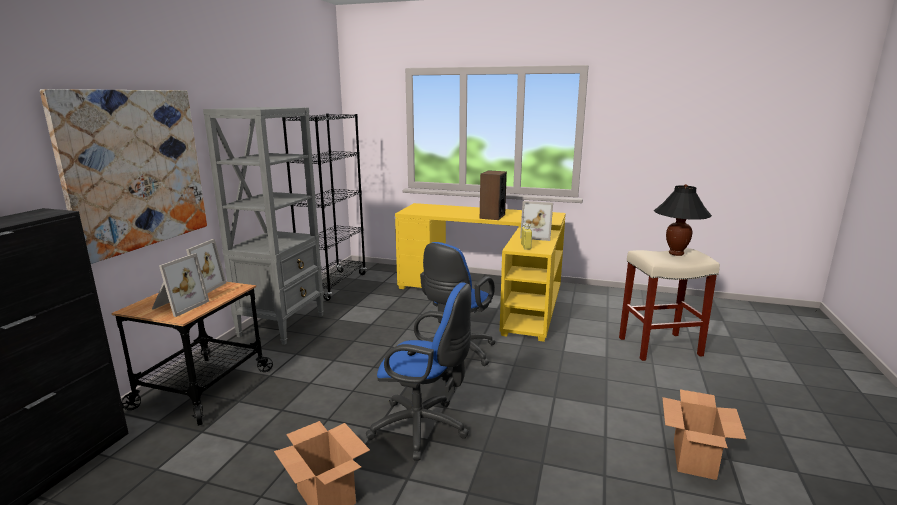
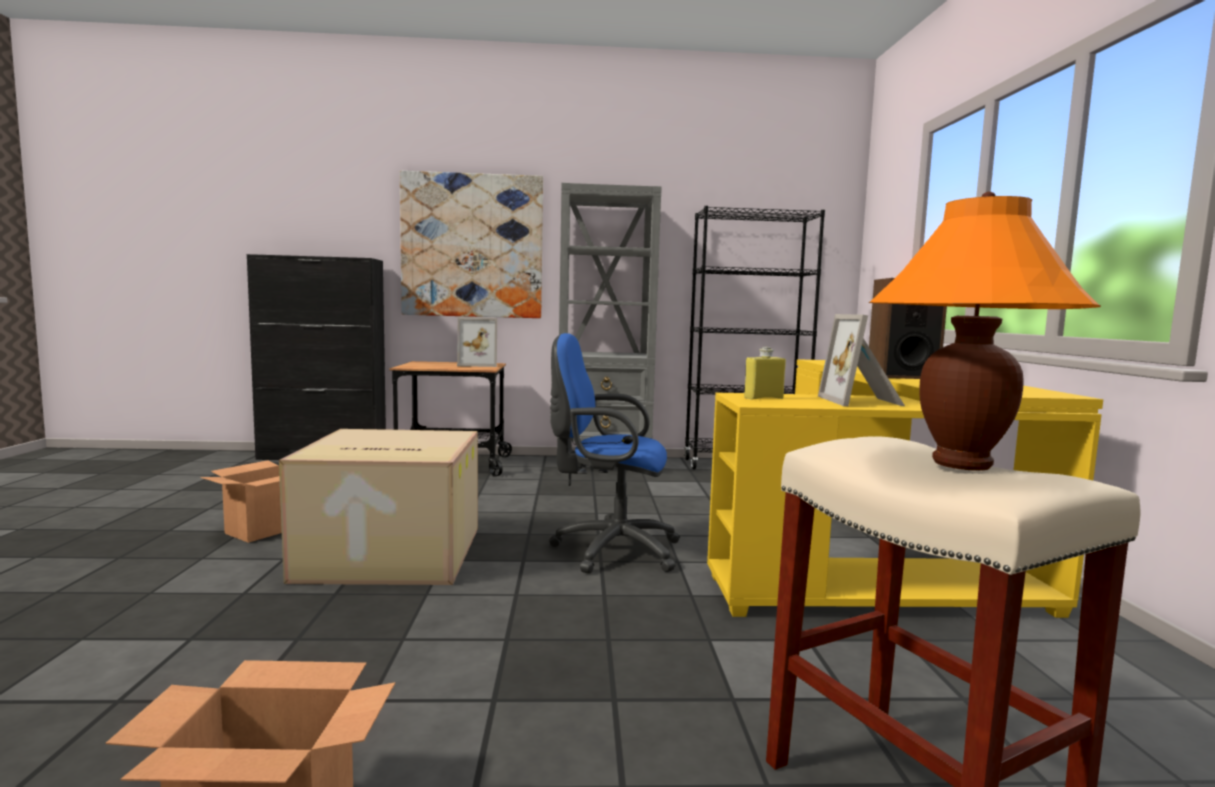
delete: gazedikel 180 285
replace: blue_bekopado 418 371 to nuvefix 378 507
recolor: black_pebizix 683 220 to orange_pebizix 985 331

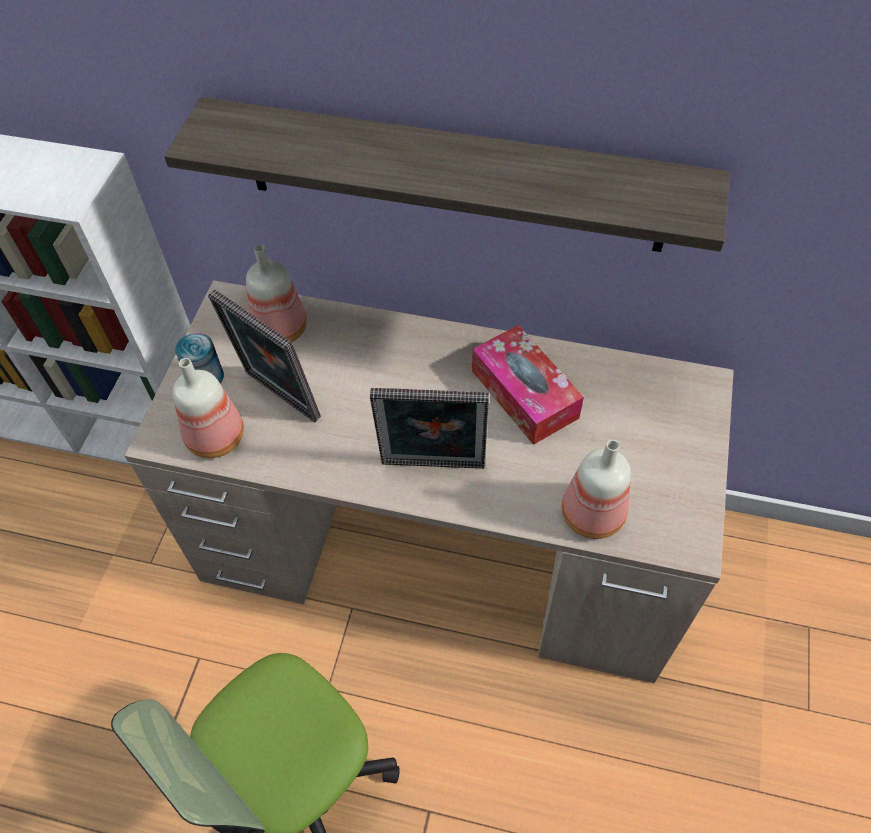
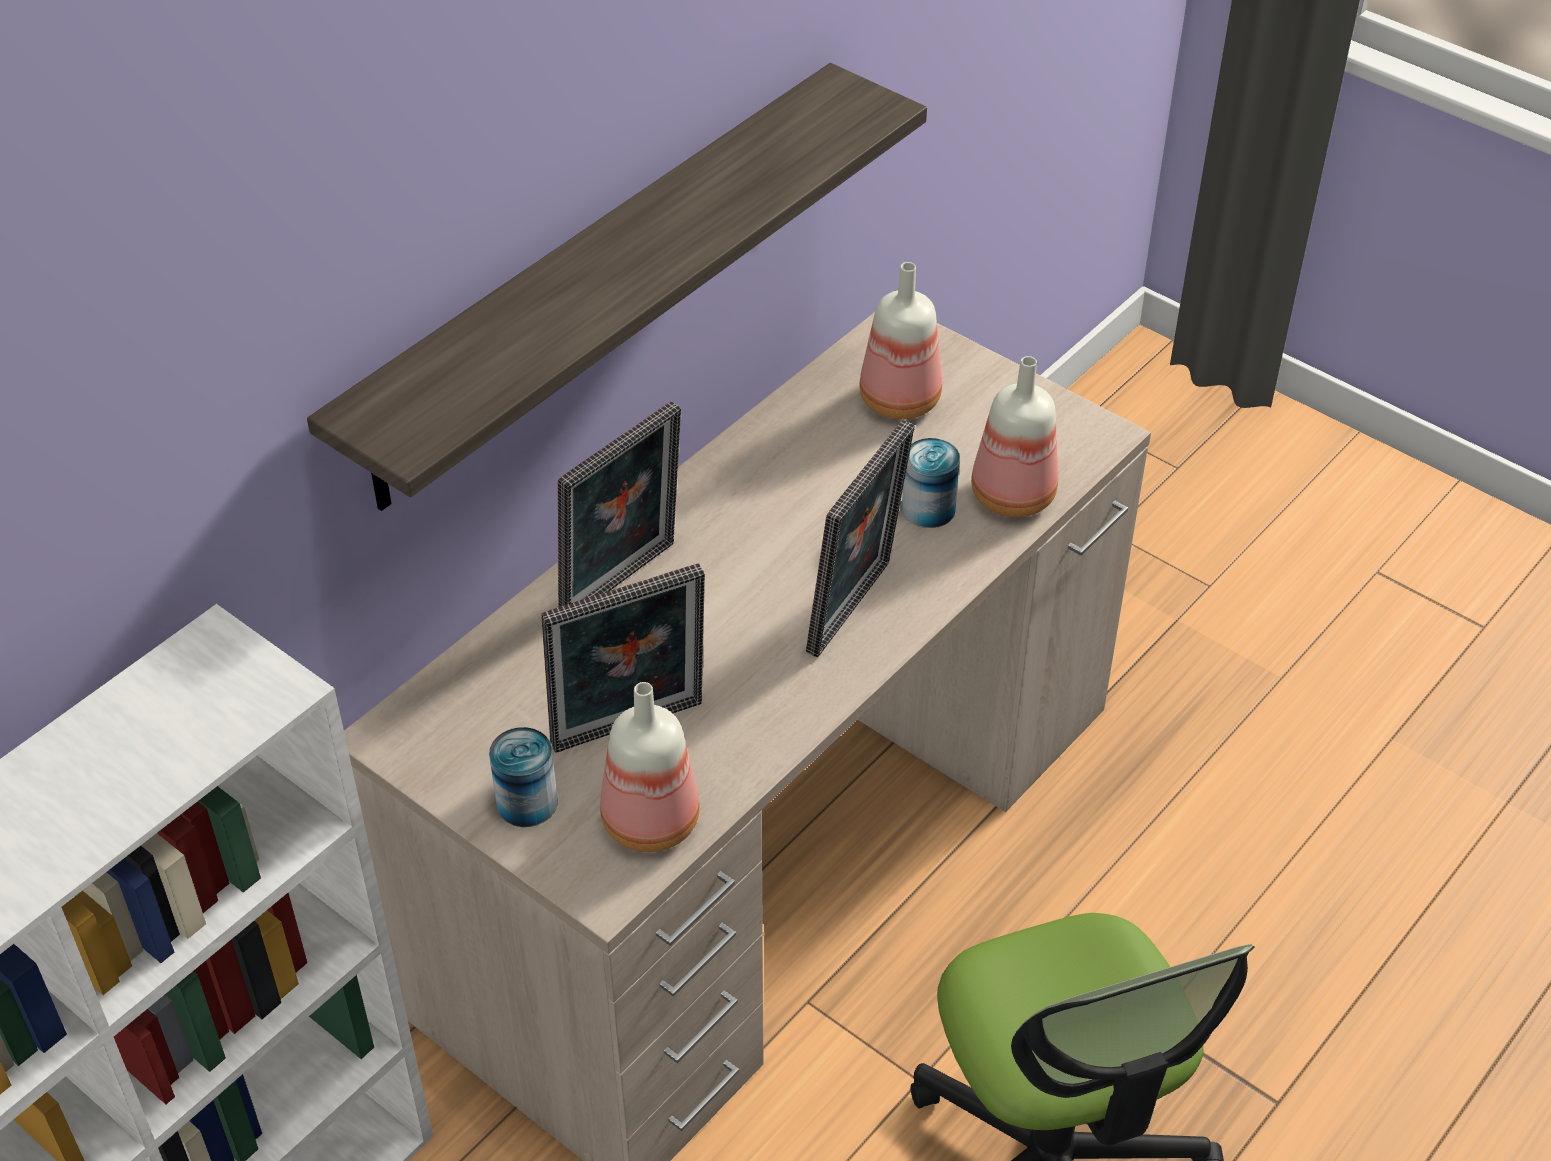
delete: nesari 528 385
insert: gazedikel 619 504; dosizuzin 931 483
move: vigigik 276 293 to 901 340

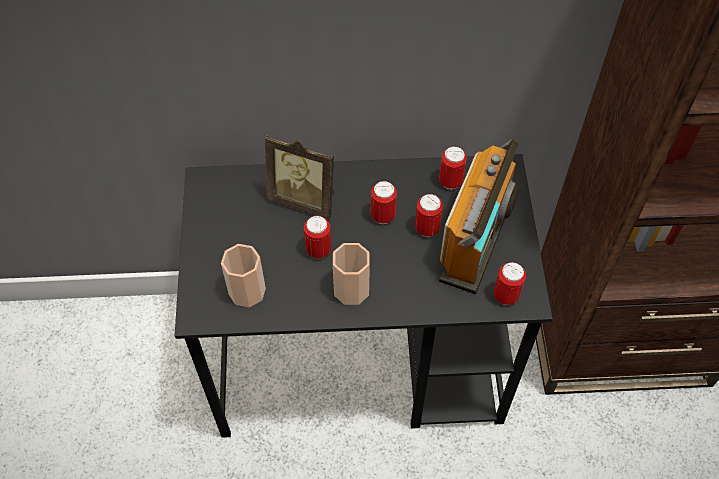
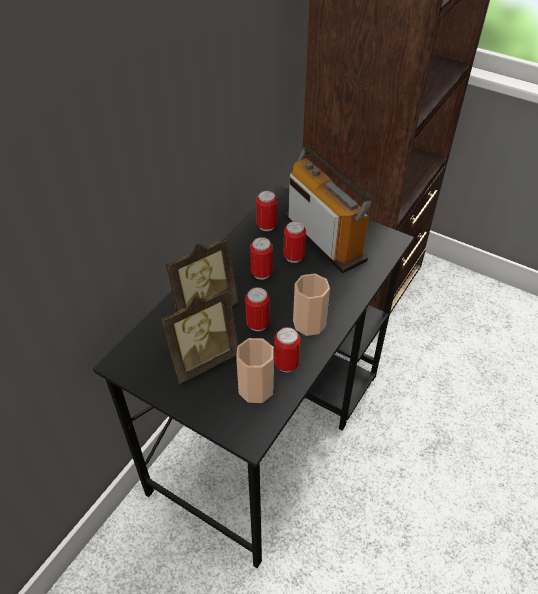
insert: gazedikel 199 335
move: dosizuzin 510 283 to 287 349

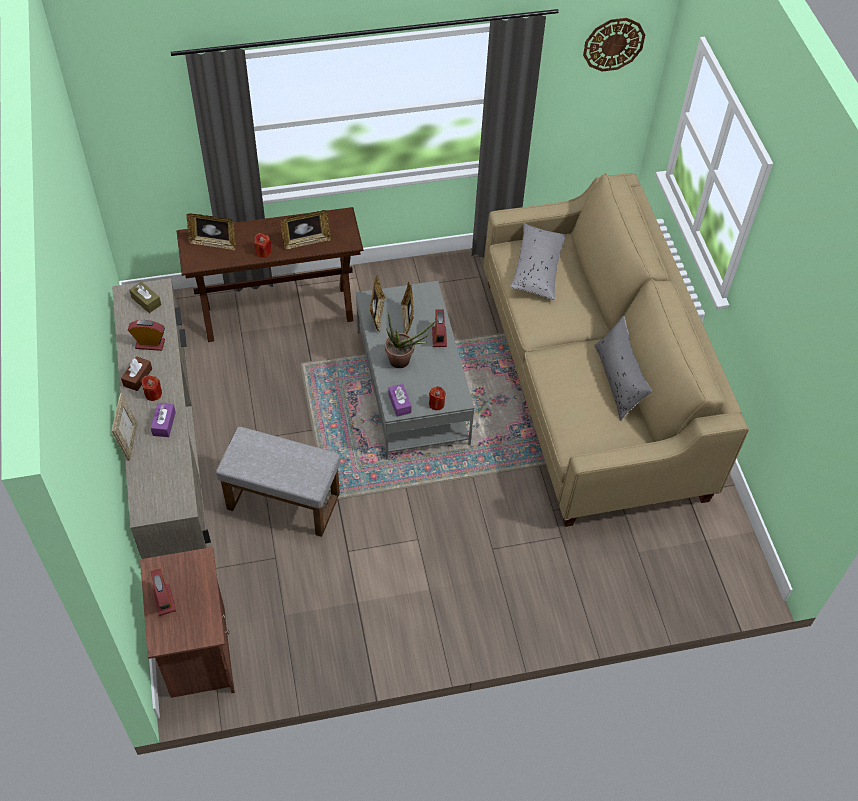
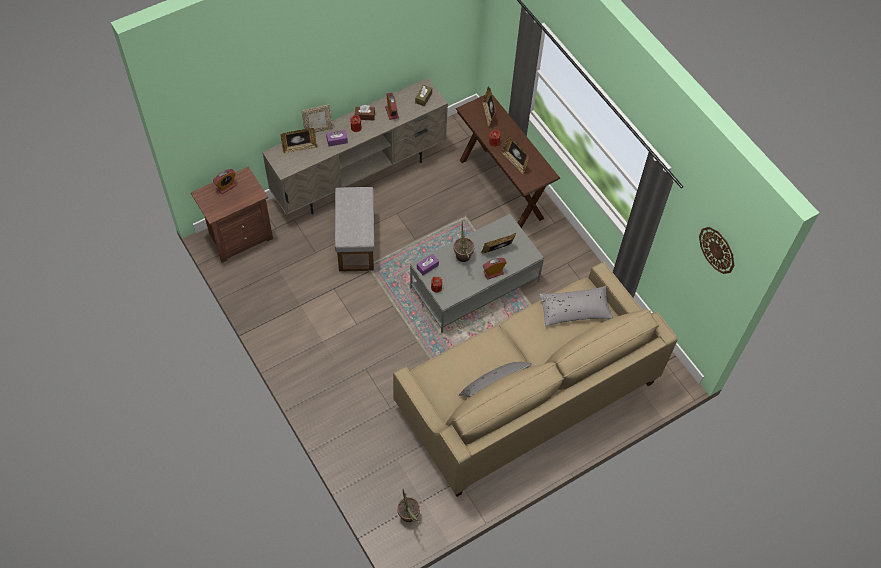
insert: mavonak 408 506
move: gazedikel 378 303 to 299 141

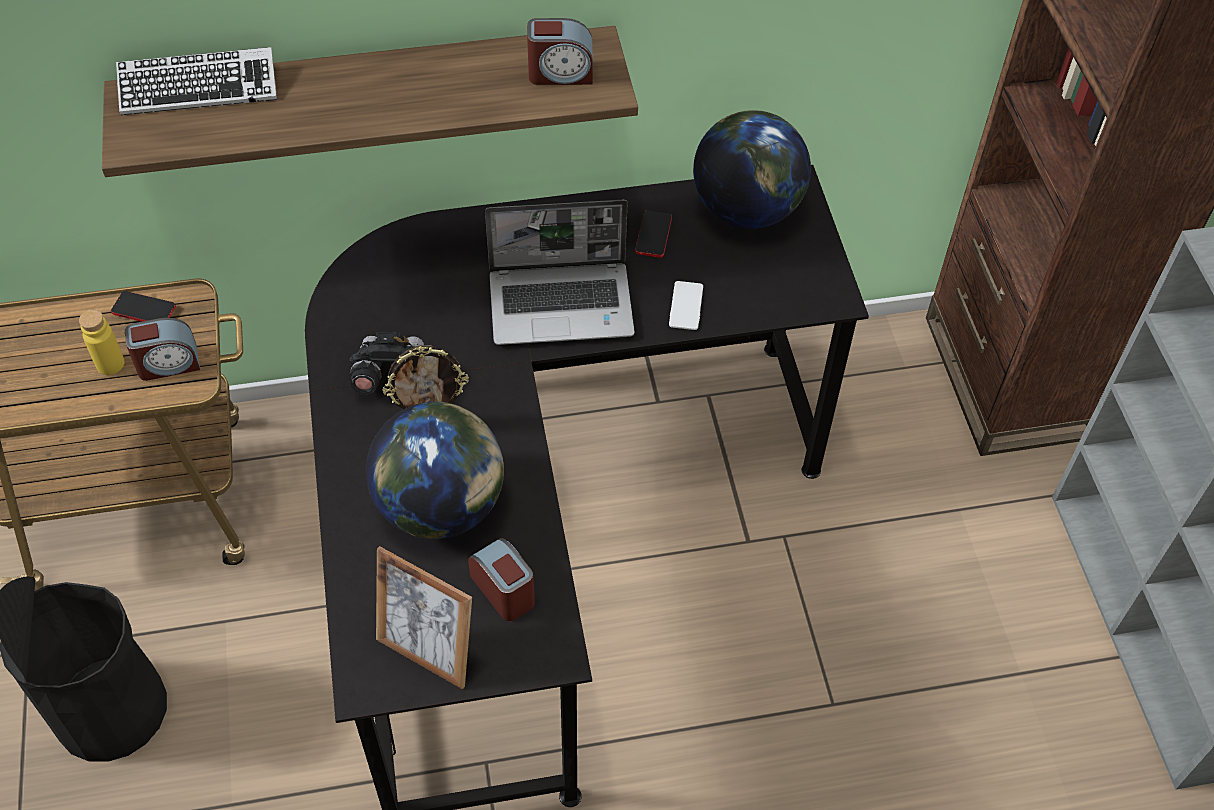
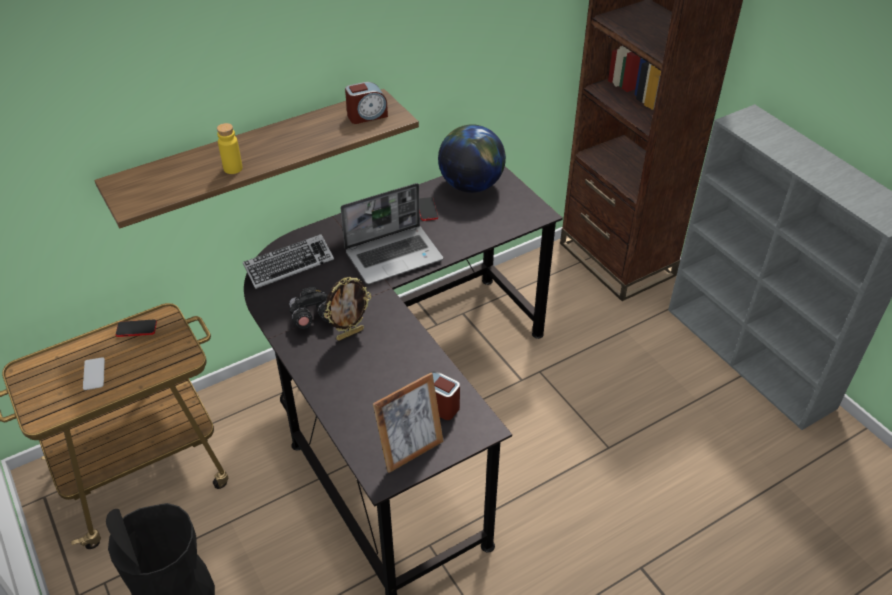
delete: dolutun 162 349; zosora 435 470
move: yellow_vigigik 101 342 to 230 148; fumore 196 81 to 288 261; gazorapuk 686 305 to 94 373
rotate: gazedikel 424 617 = 408 423 45 degrees counterclockwise

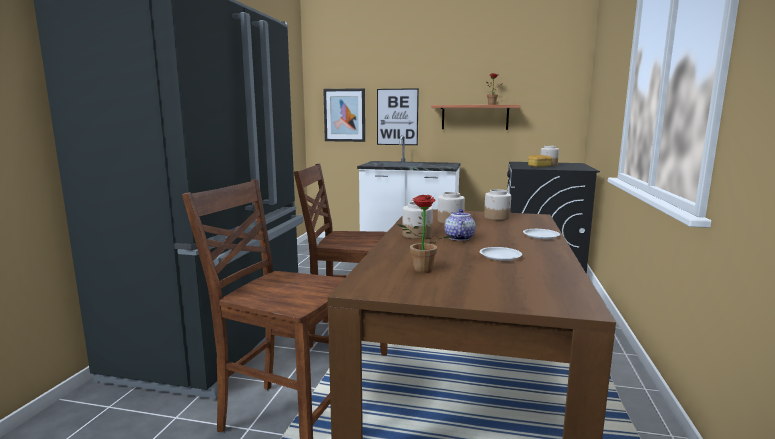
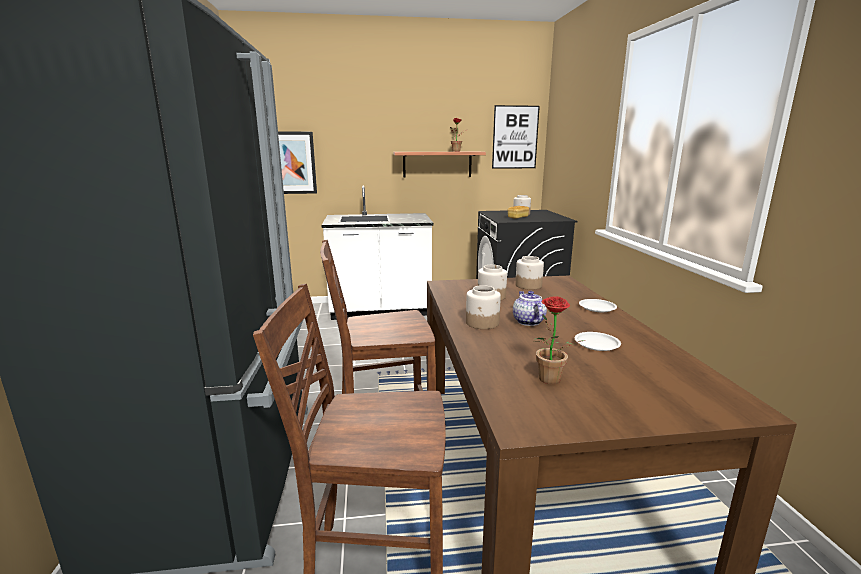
move: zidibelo 398 116 to 516 137

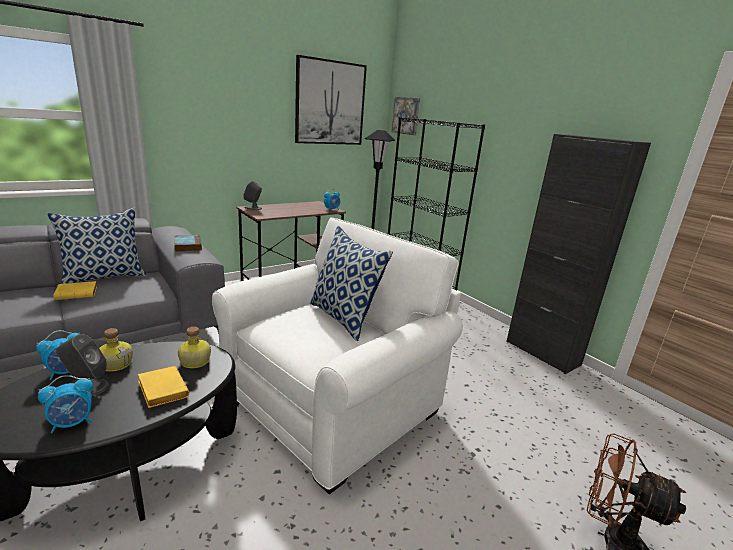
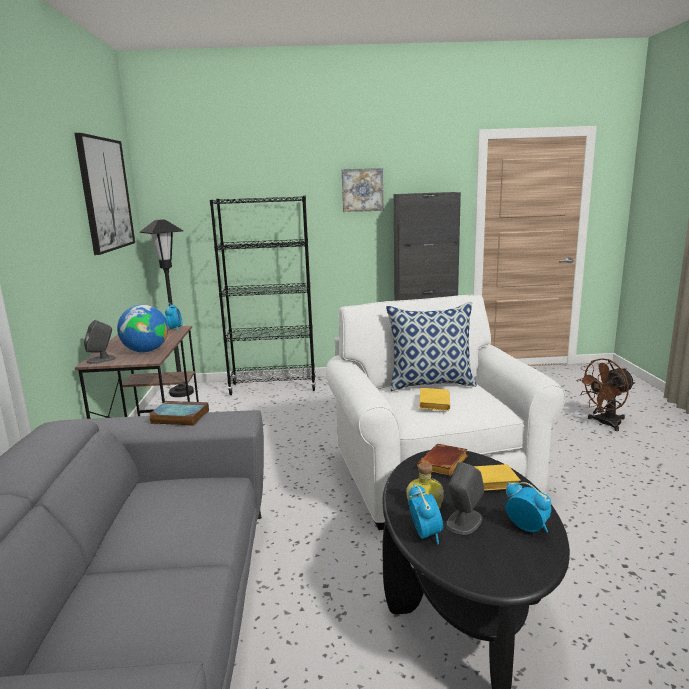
delete: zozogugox 97 246
insert: zosora 142 329
move: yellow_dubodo 75 290 to 434 399; zidibelo 406 116 to 362 190
replace: vigigik 194 347 to brown_dubodo 442 460
rotate: dolutun 65 404 = 528 507 45 degrees counterclockwise

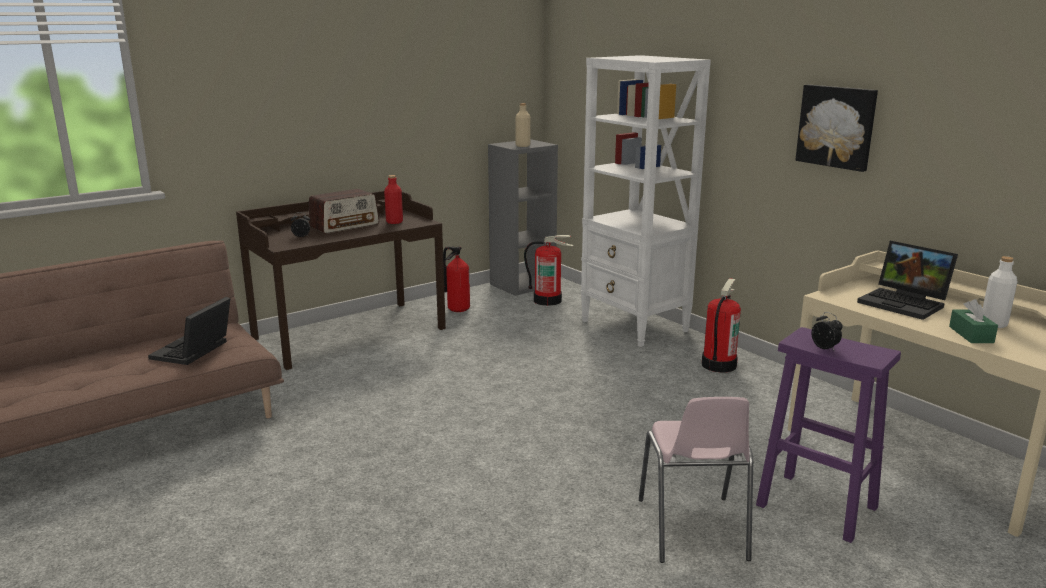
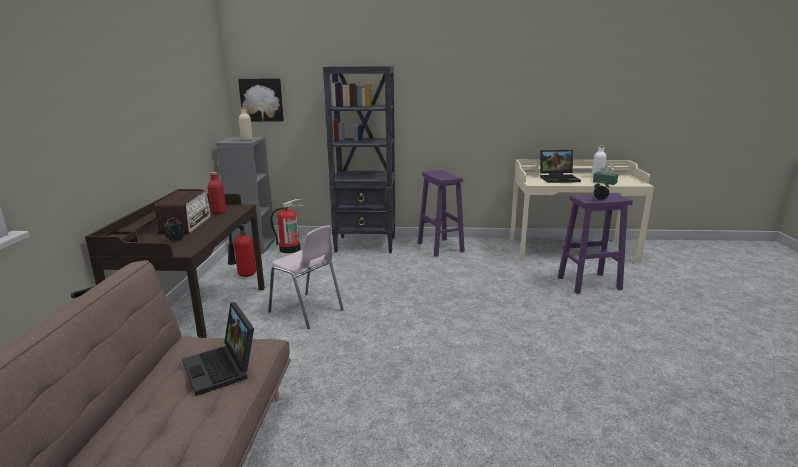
move: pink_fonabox 696 480 to 306 277; zidibelo 836 128 to 261 99
replace: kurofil 721 325 to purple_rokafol 441 213
recolor: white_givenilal 645 201 to black_givenilal 359 159

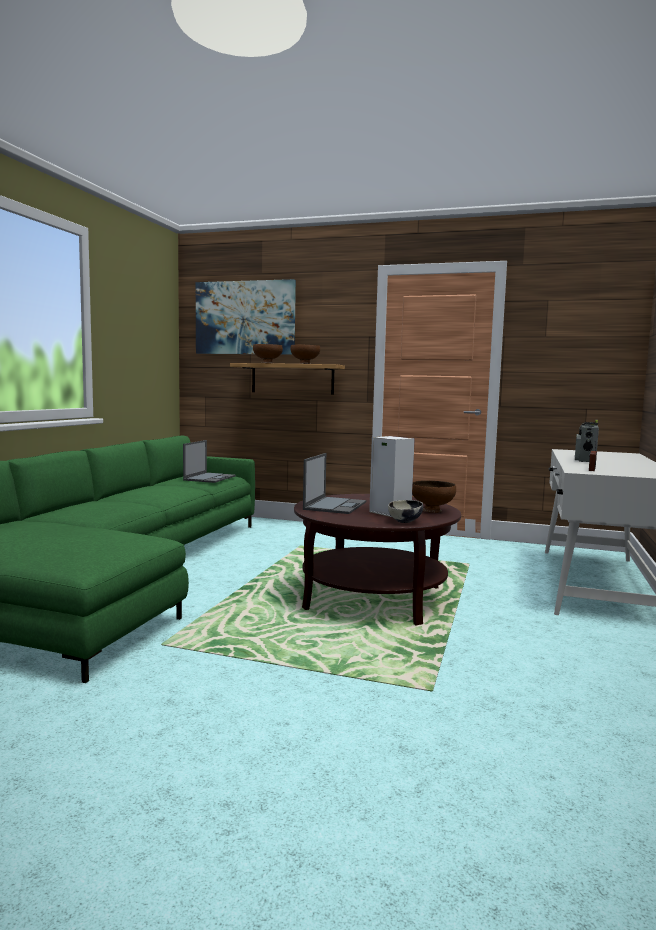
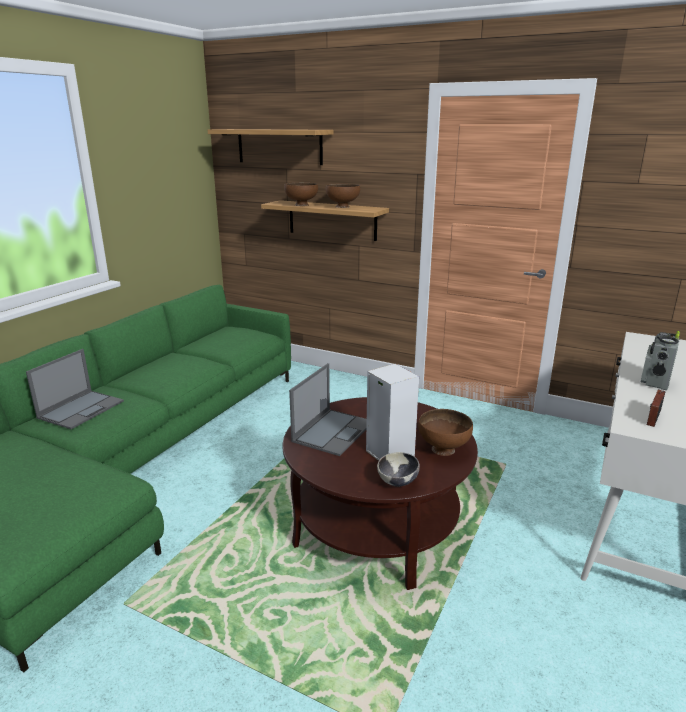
move: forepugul 209 461 to 75 389
replace: zidibelo 246 317 to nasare 270 147

